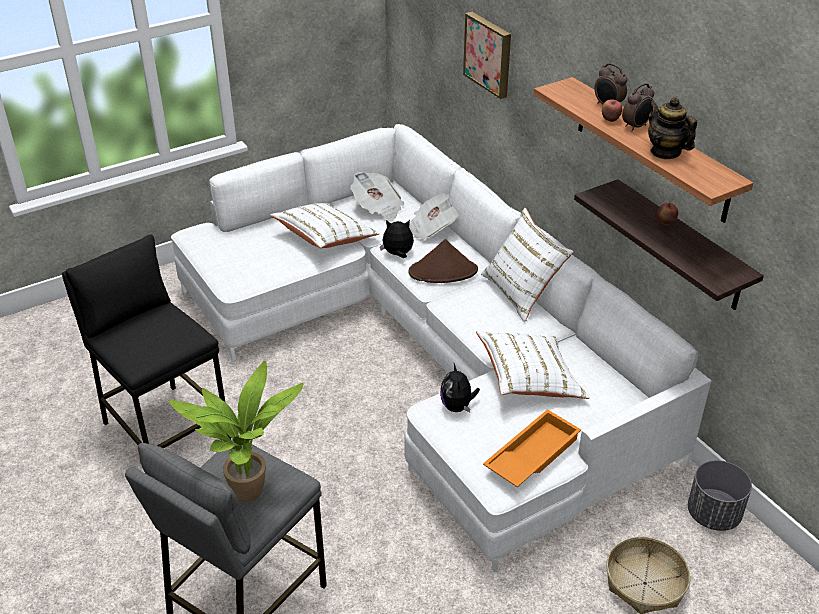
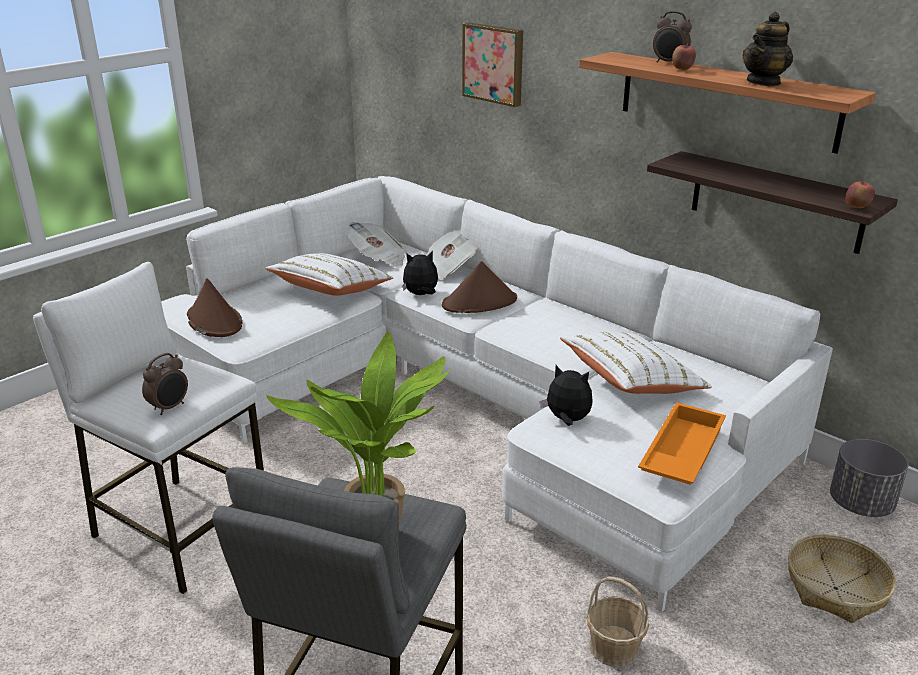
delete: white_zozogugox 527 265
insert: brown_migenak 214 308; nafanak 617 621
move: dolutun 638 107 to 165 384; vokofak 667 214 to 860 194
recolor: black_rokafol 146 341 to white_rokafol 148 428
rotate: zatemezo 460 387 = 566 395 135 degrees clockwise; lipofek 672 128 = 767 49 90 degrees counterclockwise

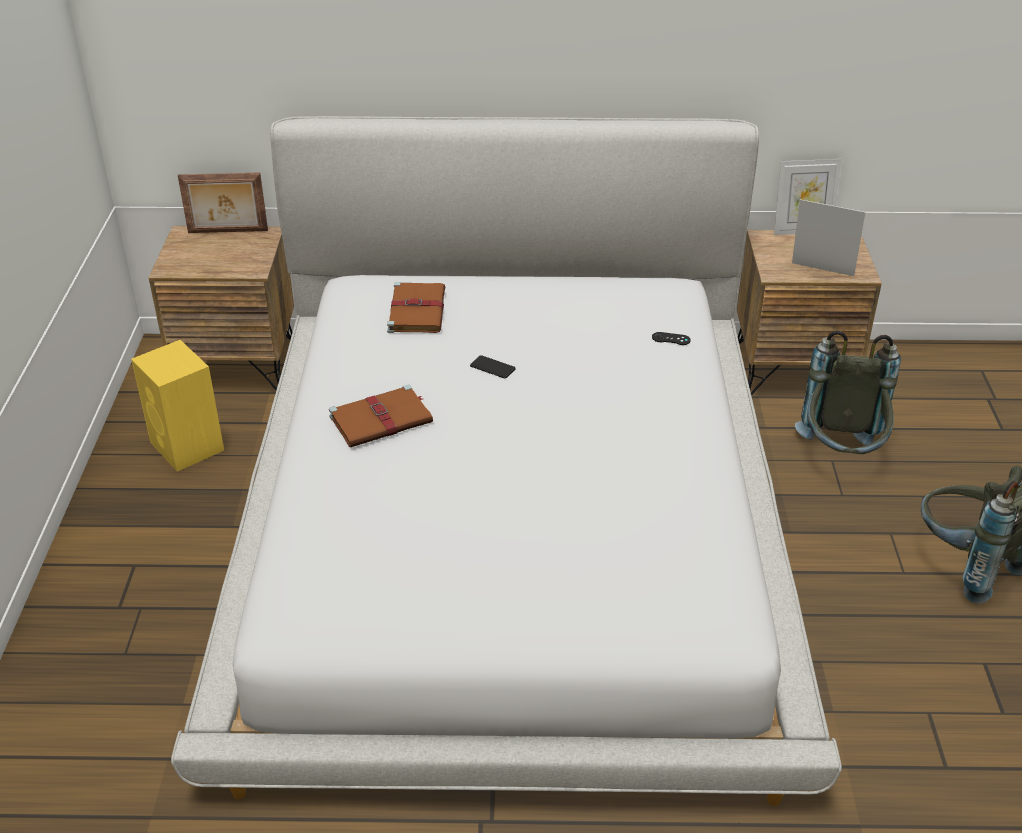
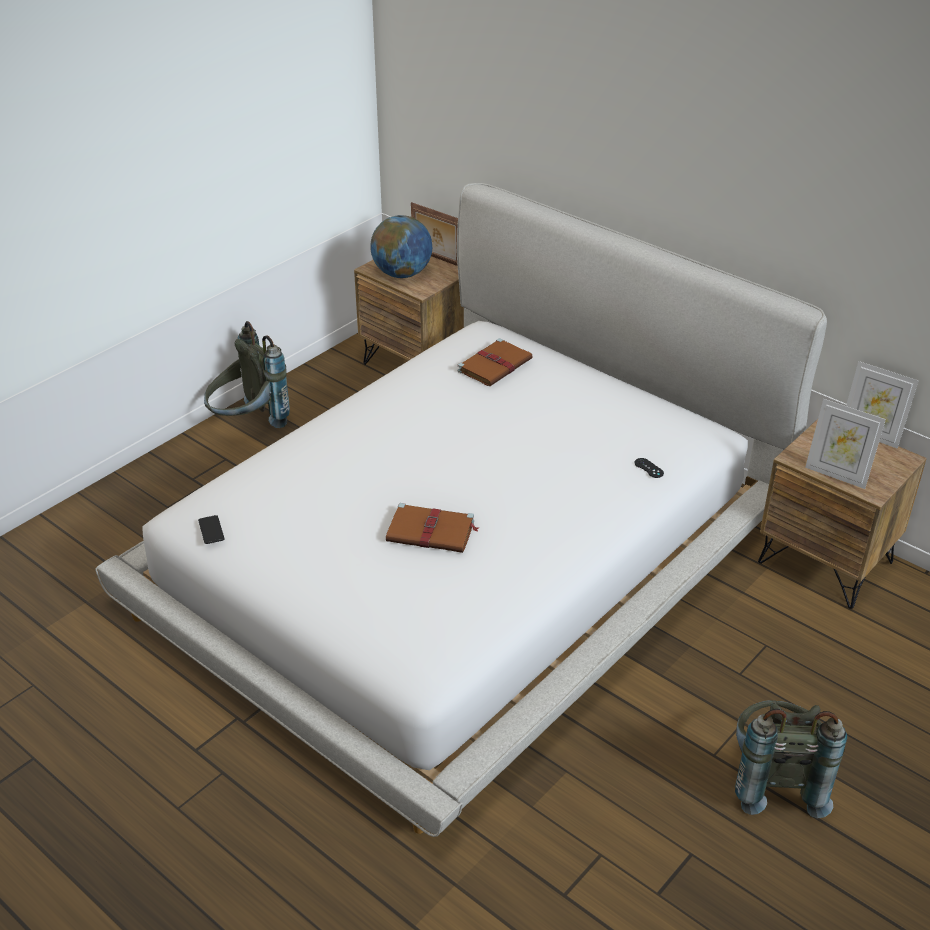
delete: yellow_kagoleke 177 406
insert: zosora 401 246
move: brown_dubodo 381 415 to 432 528; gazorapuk 493 366 to 211 529; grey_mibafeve 848 392 to 247 374
rotate: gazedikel 828 237 = 845 444 150 degrees clockwise

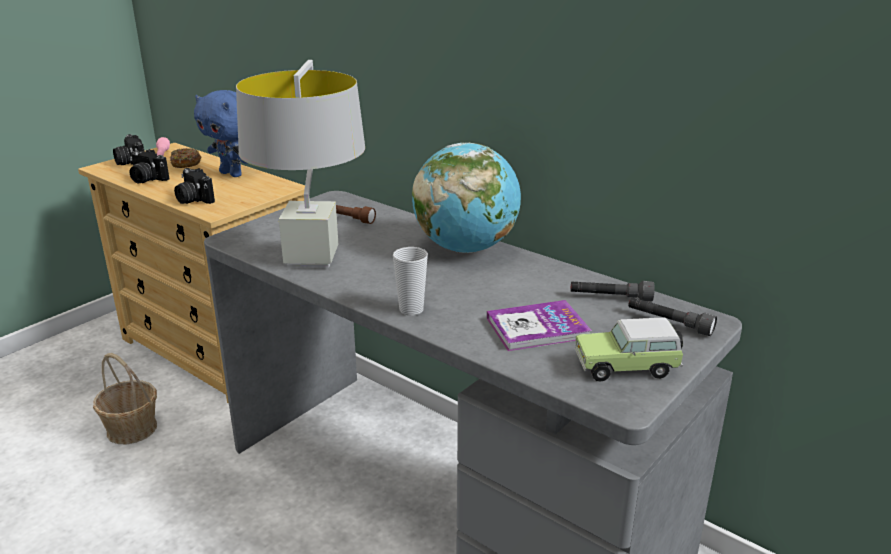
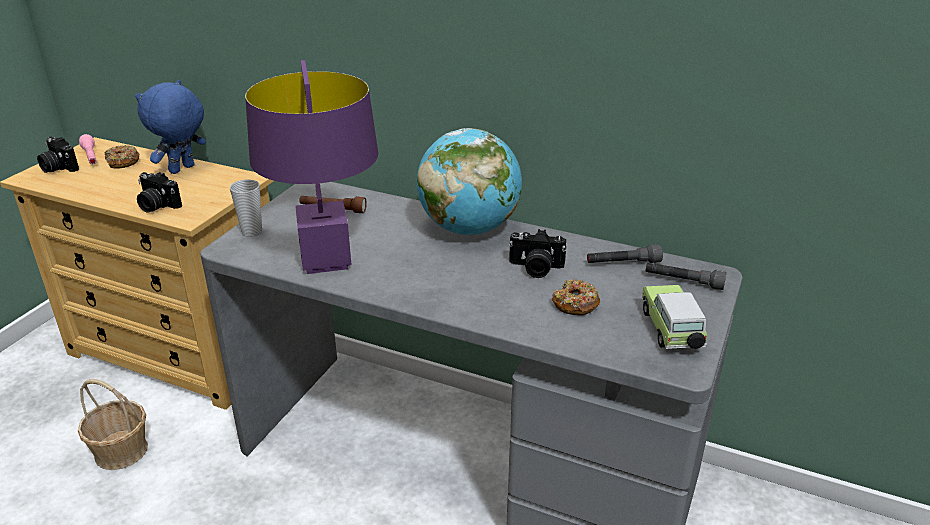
move: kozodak 149 166 to 537 253; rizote 410 281 to 246 208
replace: dubodo 539 325 to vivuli 576 297
recolor: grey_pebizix 300 164 to purple_pebizix 311 167
rotate: blue_zatemezo 221 133 = 170 127 105 degrees clockwise; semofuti 629 350 = 674 317 105 degrees clockwise

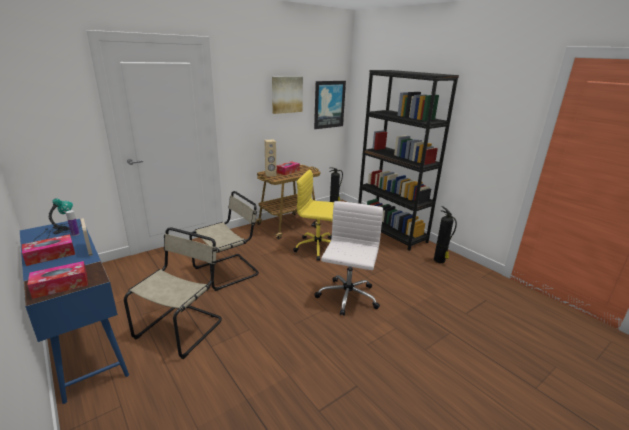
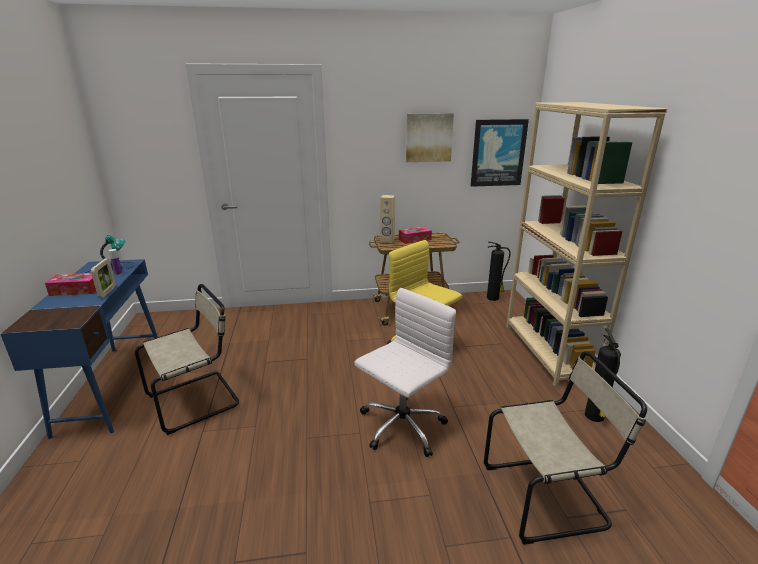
delete: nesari 58 280
move: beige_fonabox 224 241 to 565 448
recolor: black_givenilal 408 160 to beige_givenilal 587 244

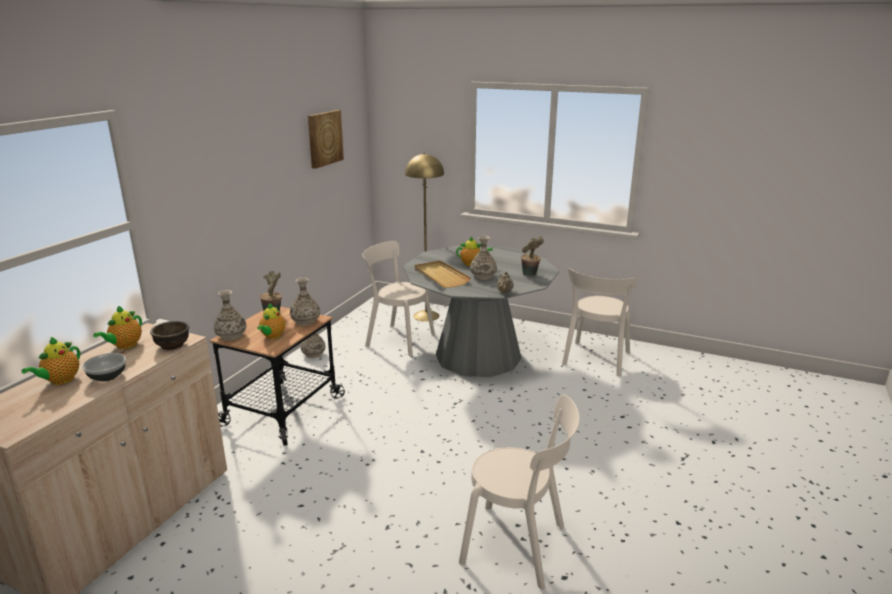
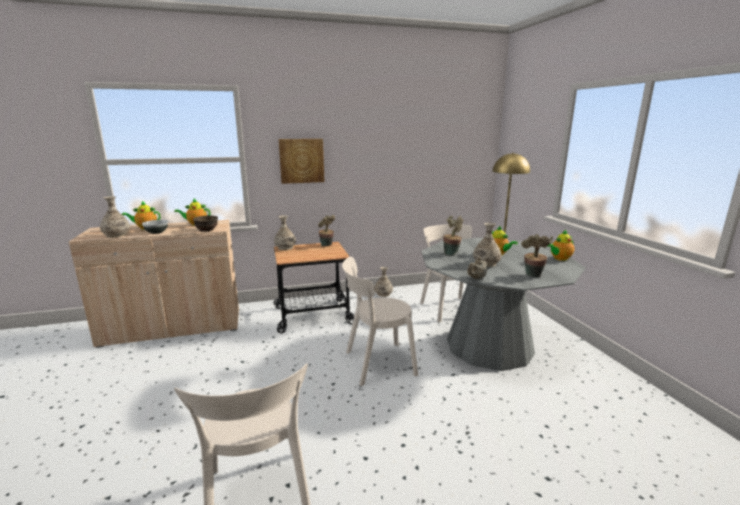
move: lipofek 271 321 to 561 245; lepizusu 305 302 to 115 217; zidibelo 326 139 to 301 161; beige_fonabox 599 322 to 380 321
replace: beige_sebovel 443 274 to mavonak 453 235

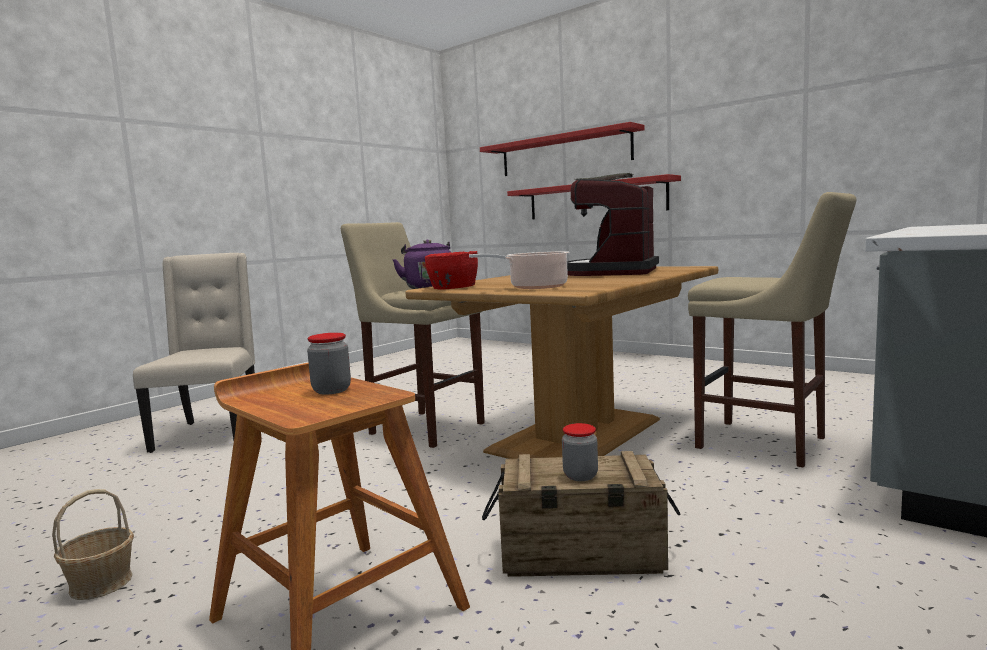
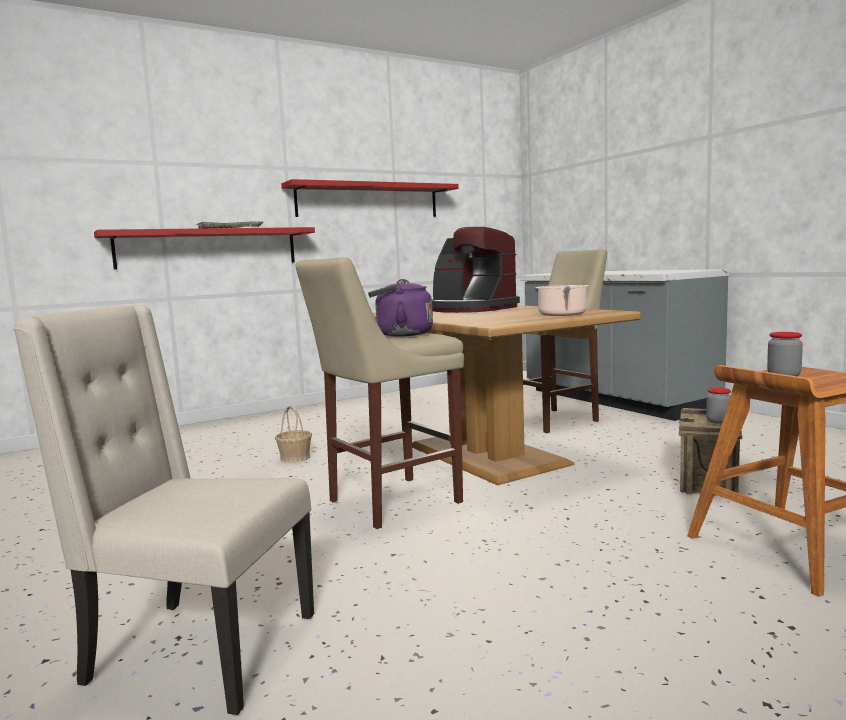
delete: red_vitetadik 451 270
move: nafanak 93 544 to 293 434; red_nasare 562 149 to 370 198

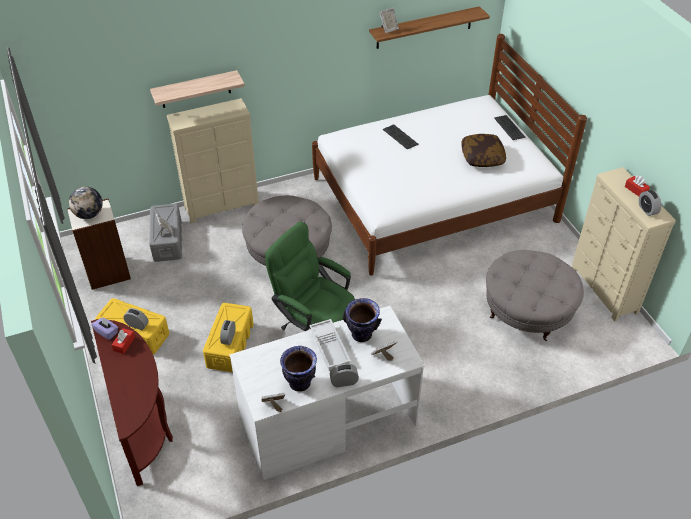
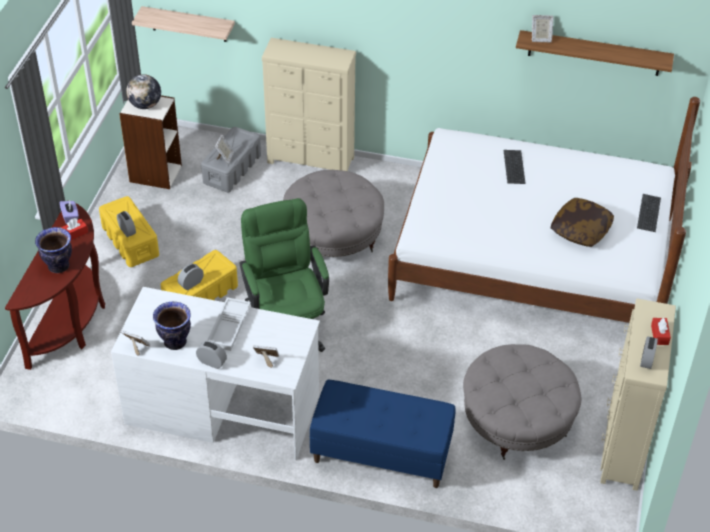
insert: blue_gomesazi 382 434
move: nasare 197 89 to 183 24; lepizusu 362 320 to 53 250

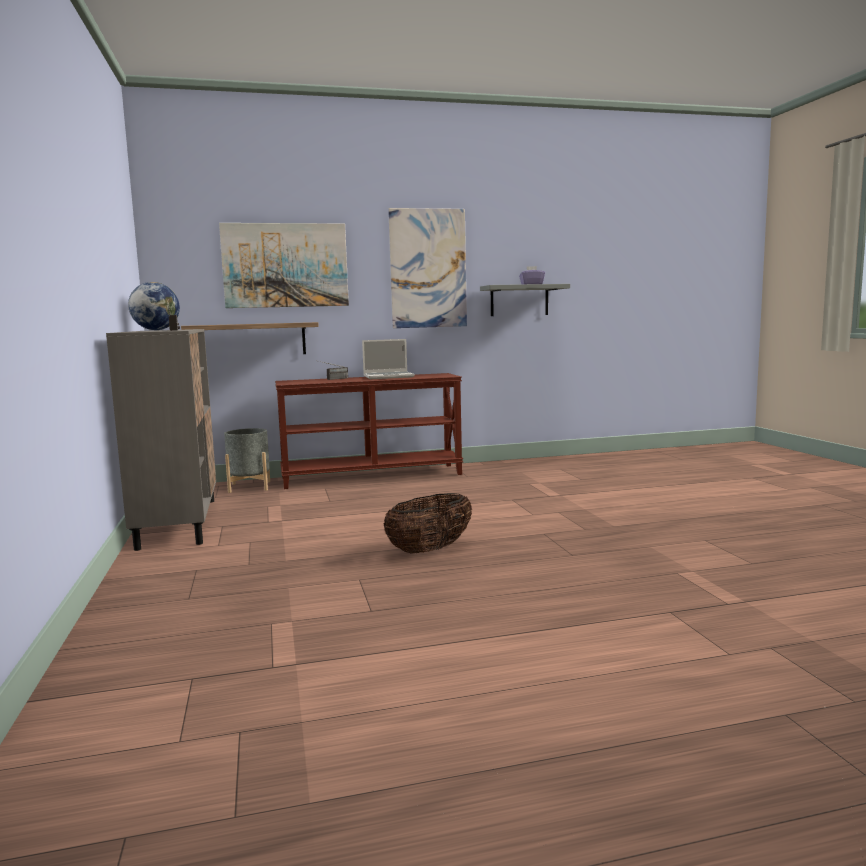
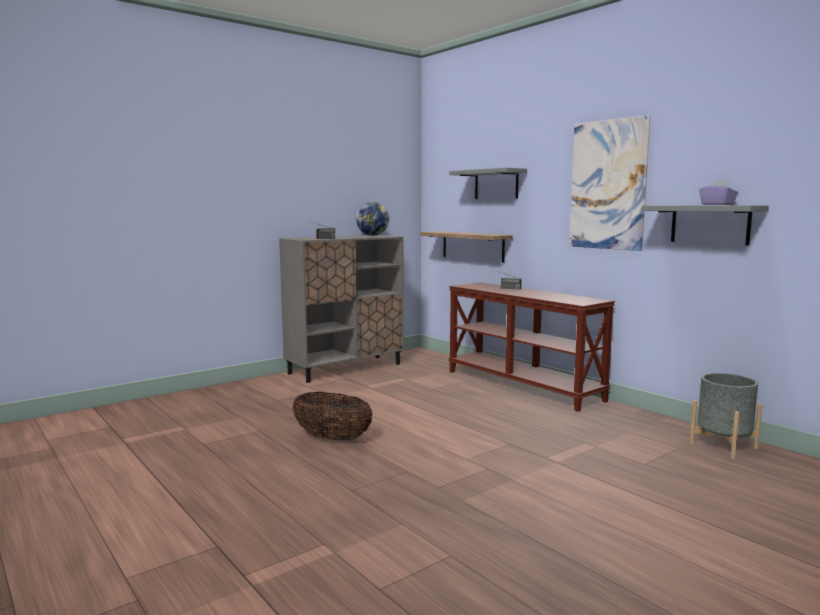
delete: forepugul 388 359
move: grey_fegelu 247 460 to 725 416
replace: zidibelo 284 265 to grey_nasare 488 183

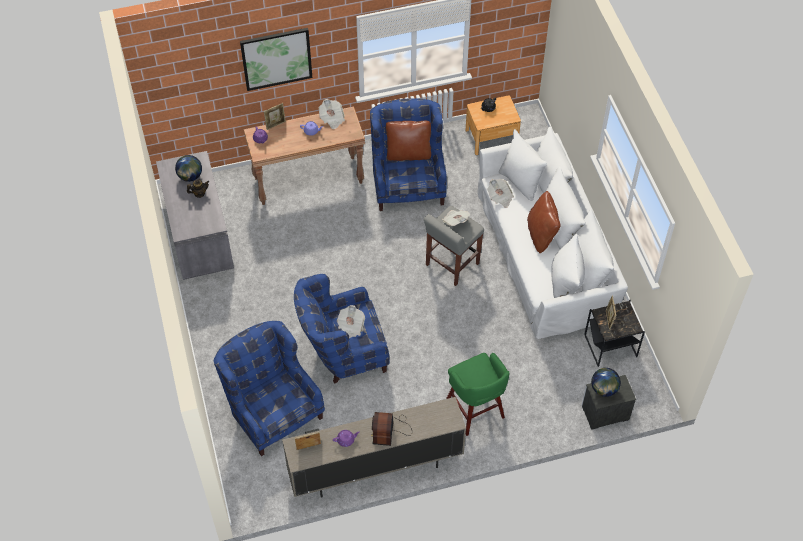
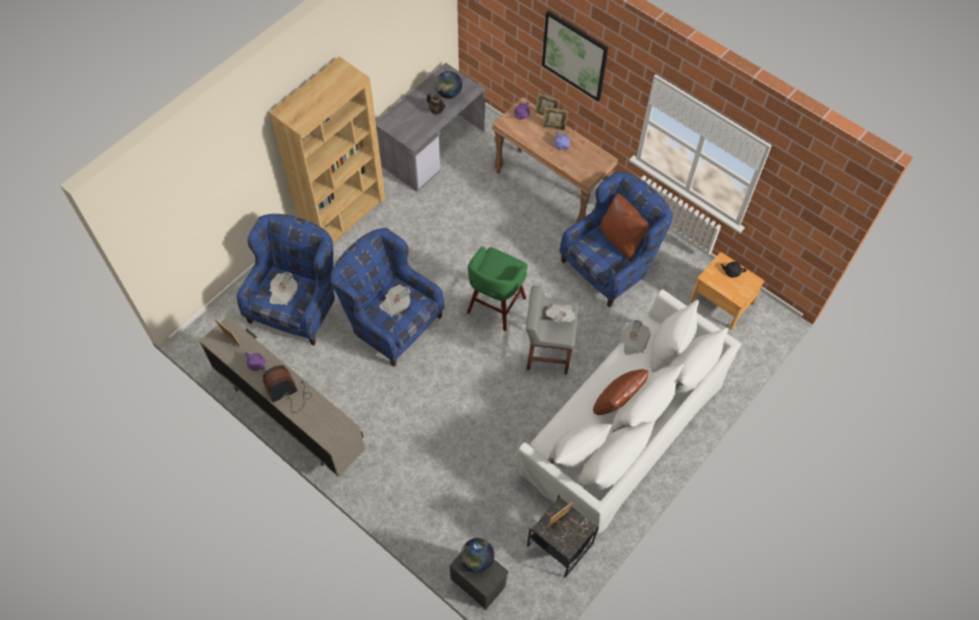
insert: brown_givenilal 327 150; gazedikel 555 119
move: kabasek 332 114 to 283 288; green_rokafol 478 394 to 497 289

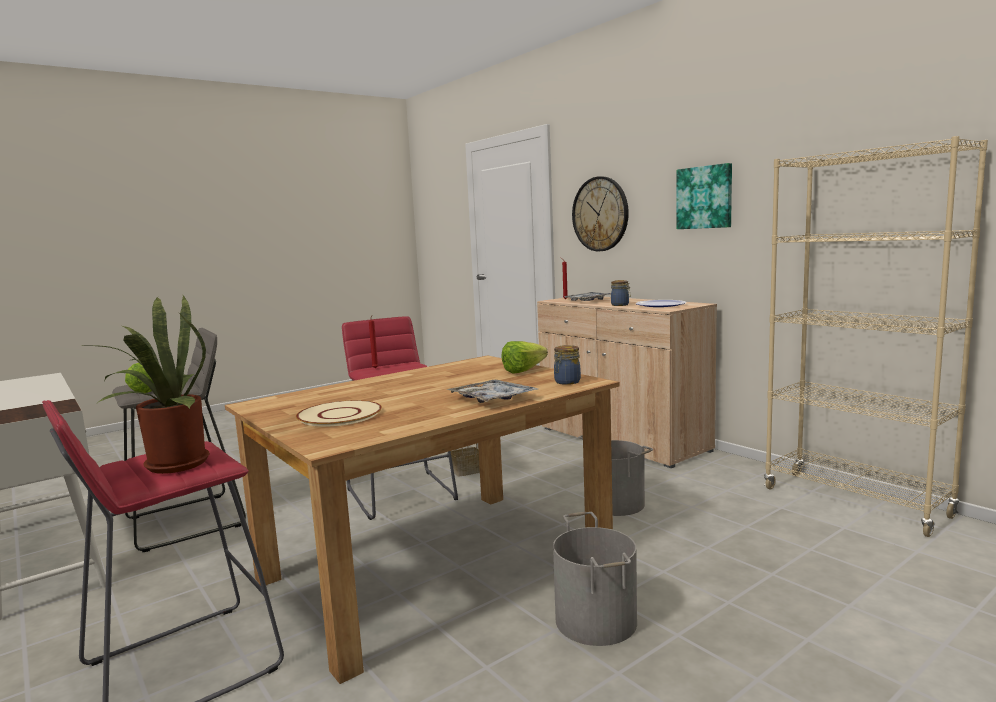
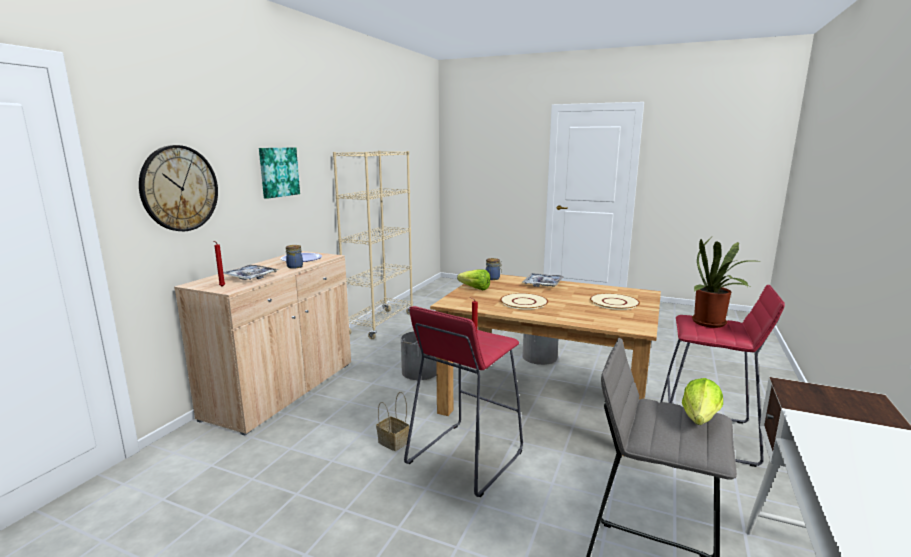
insert: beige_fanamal 524 301

